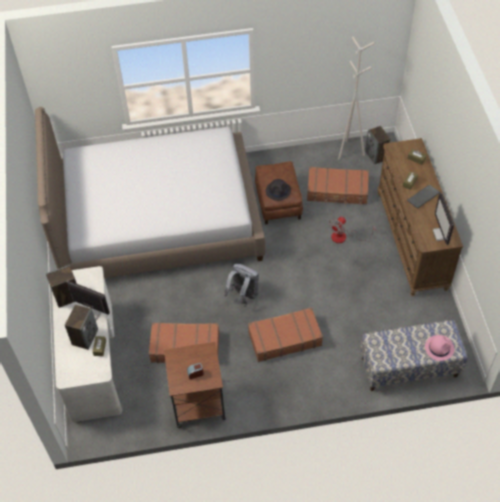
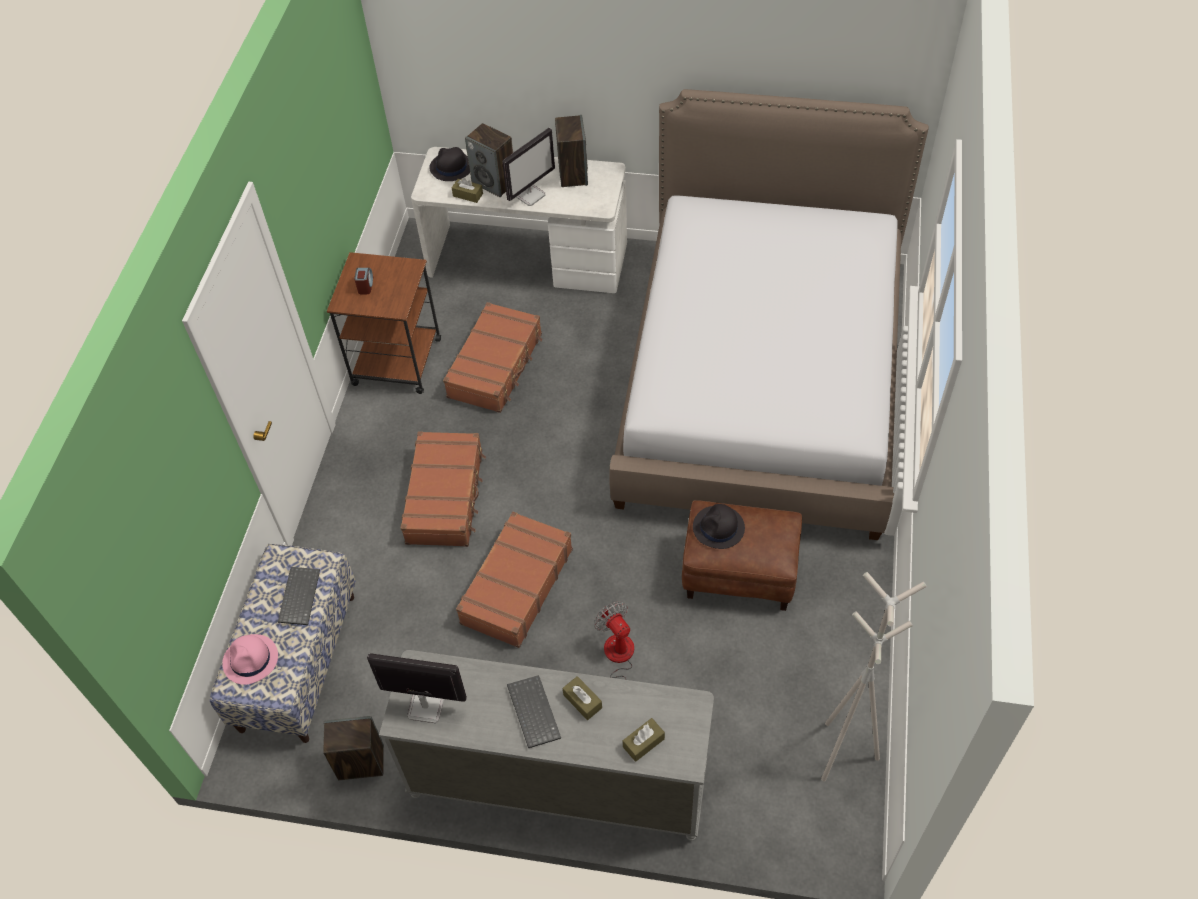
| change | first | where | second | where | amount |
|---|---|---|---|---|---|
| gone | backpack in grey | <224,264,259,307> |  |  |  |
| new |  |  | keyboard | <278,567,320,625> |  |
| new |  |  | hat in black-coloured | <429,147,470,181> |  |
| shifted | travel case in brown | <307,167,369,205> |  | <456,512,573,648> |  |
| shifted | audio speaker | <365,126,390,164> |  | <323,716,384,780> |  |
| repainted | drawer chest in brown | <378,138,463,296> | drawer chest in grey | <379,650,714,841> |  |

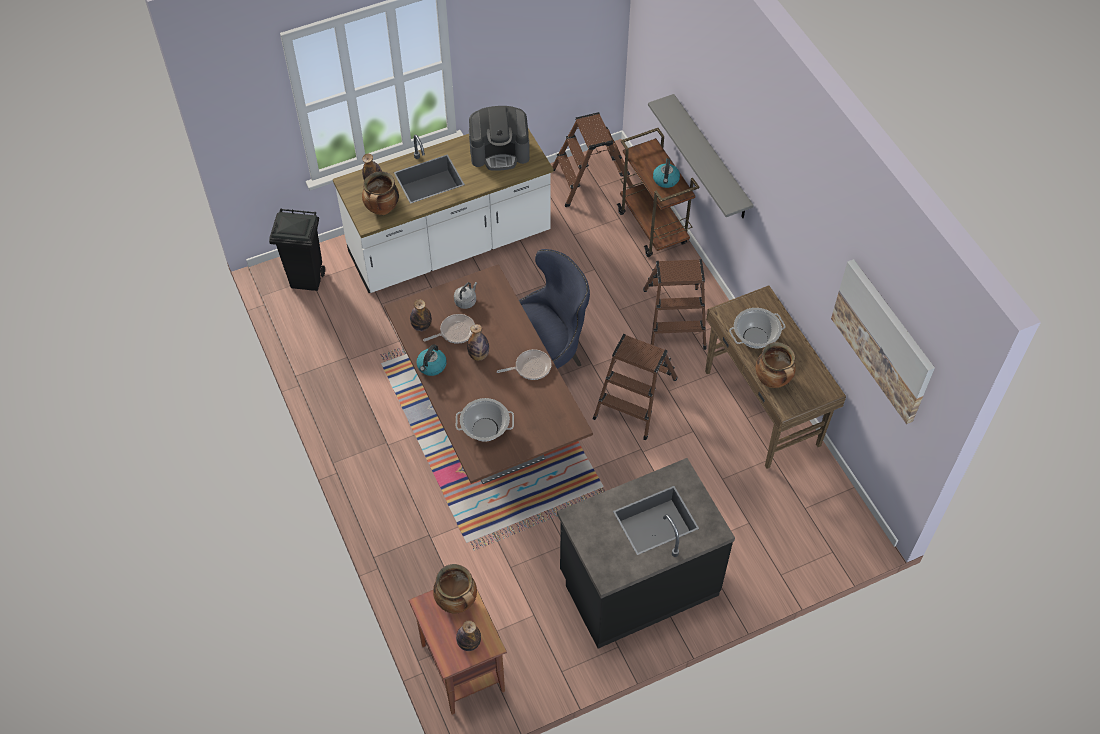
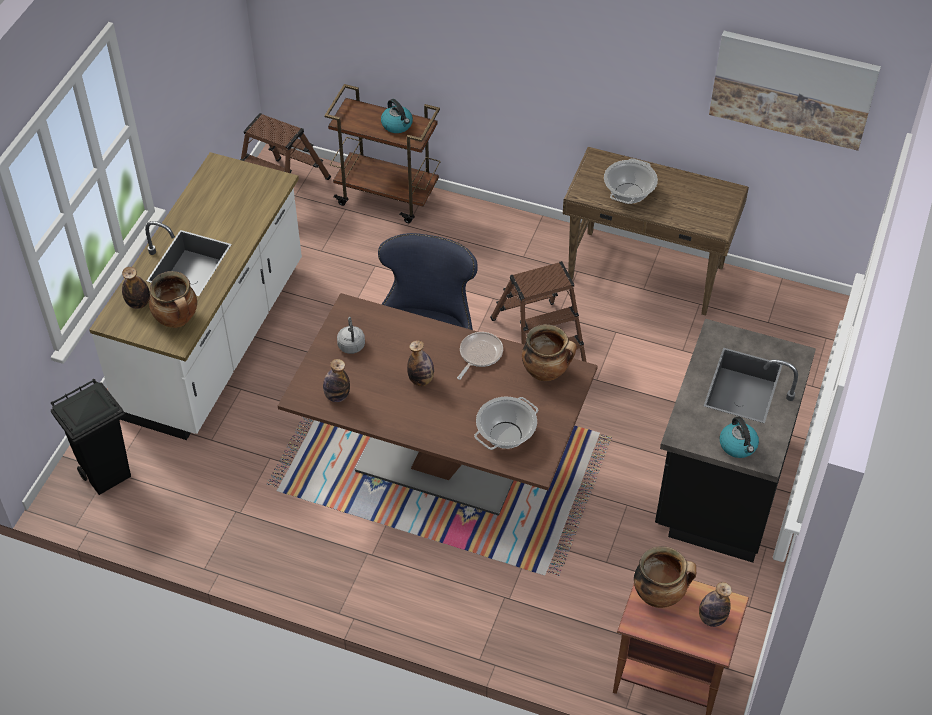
| change | first | where | second | where | amount |
|---|---|---|---|---|---|
| gone | skillet | <423,314,475,344> |  |  |  |
| gone | coffee machine | <469,106,530,171> |  |  |  |
| gone | step ladder in brown | <643,259,706,350> |  |  |  |
| gone | bracket shelf in grey | <648,94,754,218> |  |  |  |
| shifted | kettle | <416,344,447,376> |  | <720,416,759,458> |  |
| shifted | stockpot | <755,342,796,388> |  | <522,324,577,381> |  |

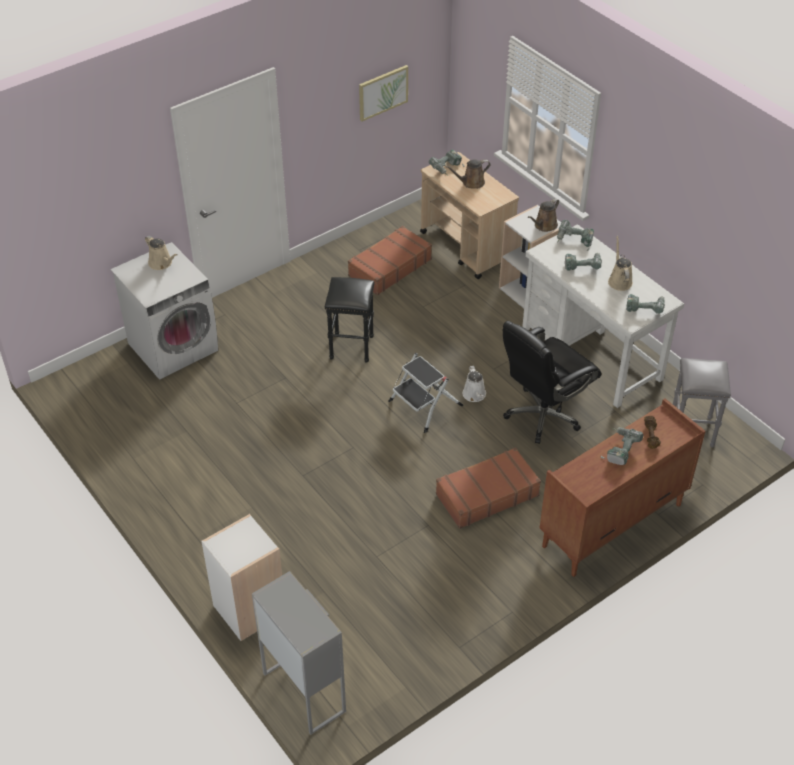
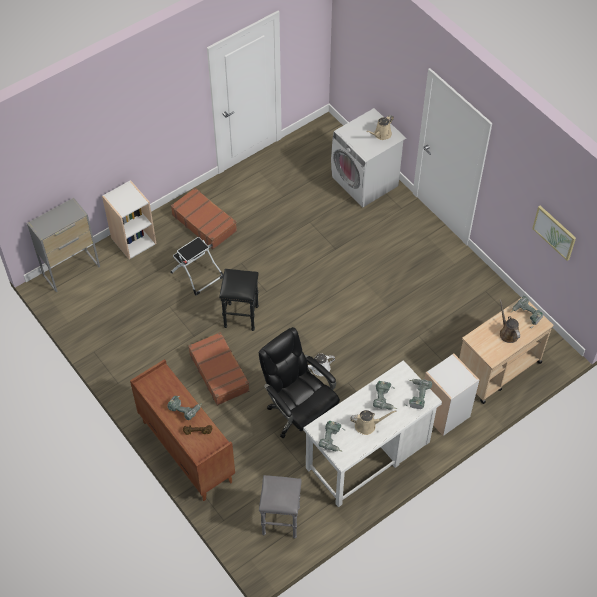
| change | first | where | second | where | amount |
|---|---|---|---|---|---|
| gone | sprinkling can in brown | <528,198,559,232> |  |  |  |
| shifted | stool in black-coloured | <325,277,375,363> |  | <219,269,259,331> |  |
| shifted | travel case in brown | <348,226,432,295> |  | <171,188,237,249> |  |
| shifted | step ladder | <388,353,463,433> |  | <170,237,224,296> |  |

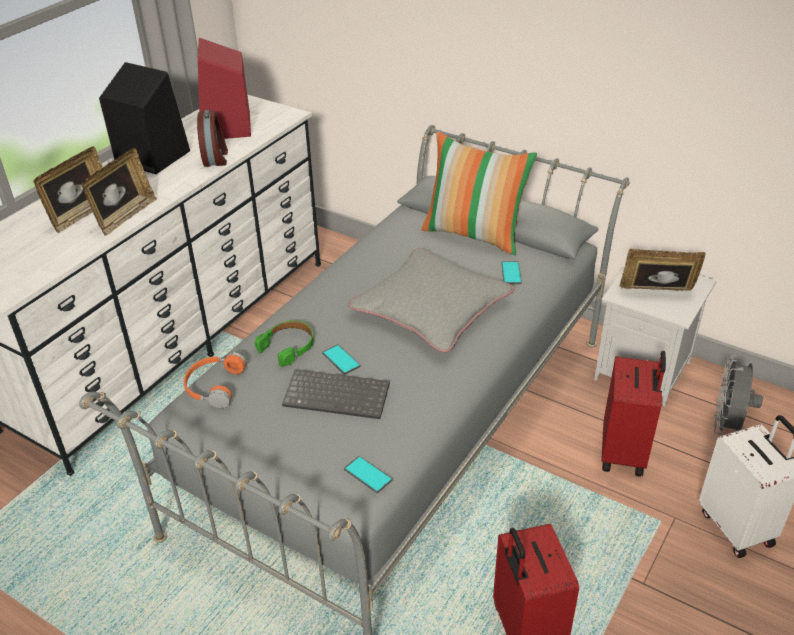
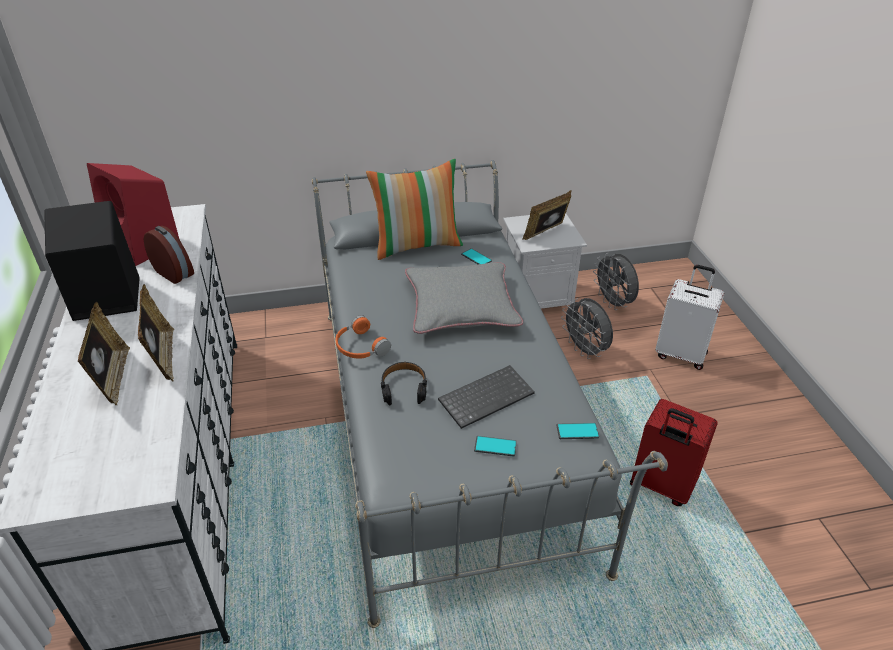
| change | first | where | second | where | amount |
|---|---|---|---|---|---|
| shifted | pair of headphones in orange-coloured | <184,352,247,408> |  | <335,315,391,358> |  |
| shifted | telephone | <322,344,360,375> |  | <474,436,517,457> |  |
| swapped | travel case in red | <601,351,666,477> | cooling fan in grey | <561,298,613,359> |  |
| repainted | pair of headphones in green-coloured | <255,321,314,367> | pair of headphones in black-coloured | <381,362,427,405> |  |

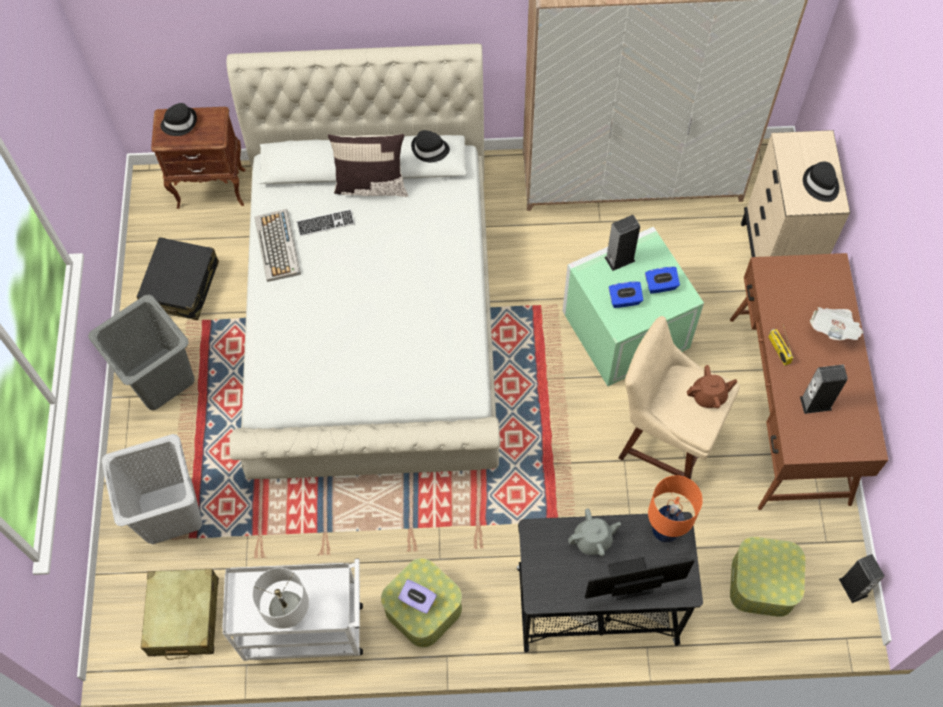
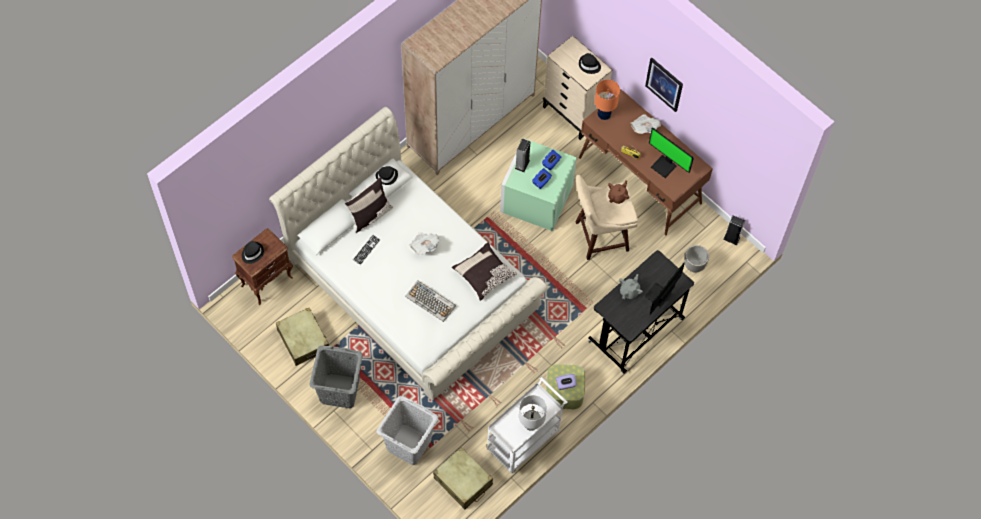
| change | first | where | second | where | amount |
|---|---|---|---|---|---|
| new |  |  | daily paper | <409,232,440,255> |  |
| new |  |  | cushion | <452,242,517,301> |  |
| new |  |  | picture | <645,58,683,112> |  |
| shifted | keyboard | <255,209,301,282> |  | <405,280,456,322> |  |
| shifted | lamp for a table in orange-coloured | <648,475,703,542> |  | <595,79,620,120> |  |
| swapped | storage container | <730,537,806,617> | flower pot | <684,245,709,273> |  |
| swapped | audio speaker | <800,364,848,414> | computer display | <649,128,694,178> |  |
| repainted | travel case in black-coloured | <137,237,219,320> | travel case in beige-coloured | <276,308,329,366> |  |

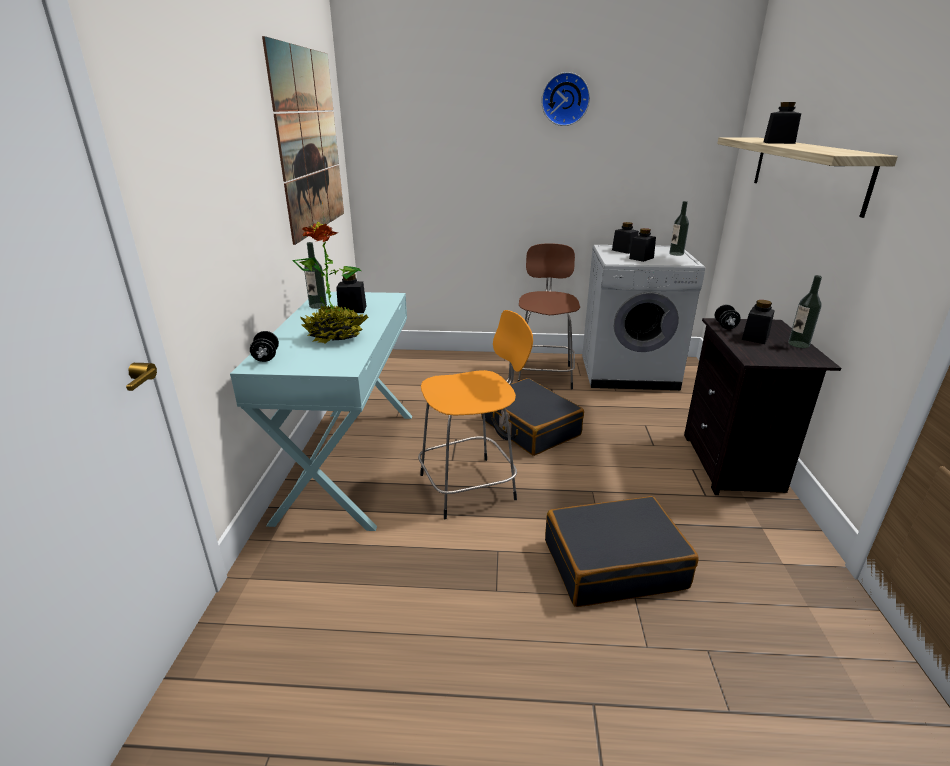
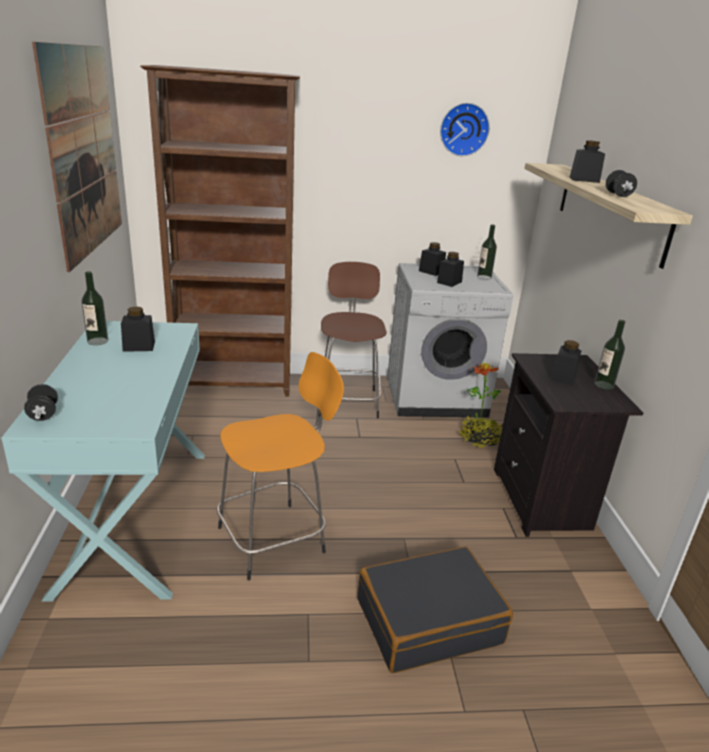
| change | first | where | second | where | amount |
|---|---|---|---|---|---|
| gone | travel case in black-coloured | <481,378,584,456> |  |  |  |
| new |  |  | bookshelf in brown | <140,65,300,397> |  |
| shifted | houseplant | <292,222,368,344> |  | <459,362,503,449> |  |
| shifted | clock on the wall | <542,72,590,126> |  | <440,103,490,156> |  |
| shifted | dumbbell in black-coloured | <715,305,741,329> |  | <606,170,637,197> |  |

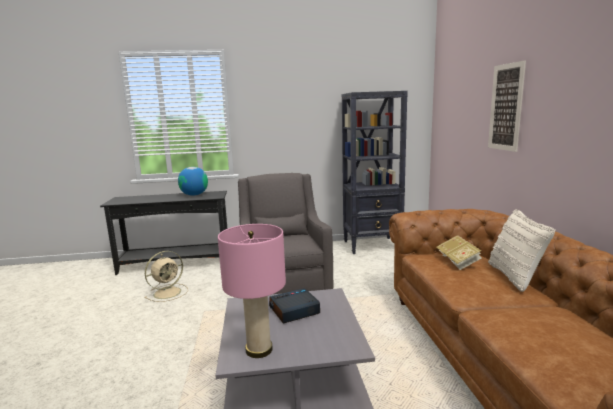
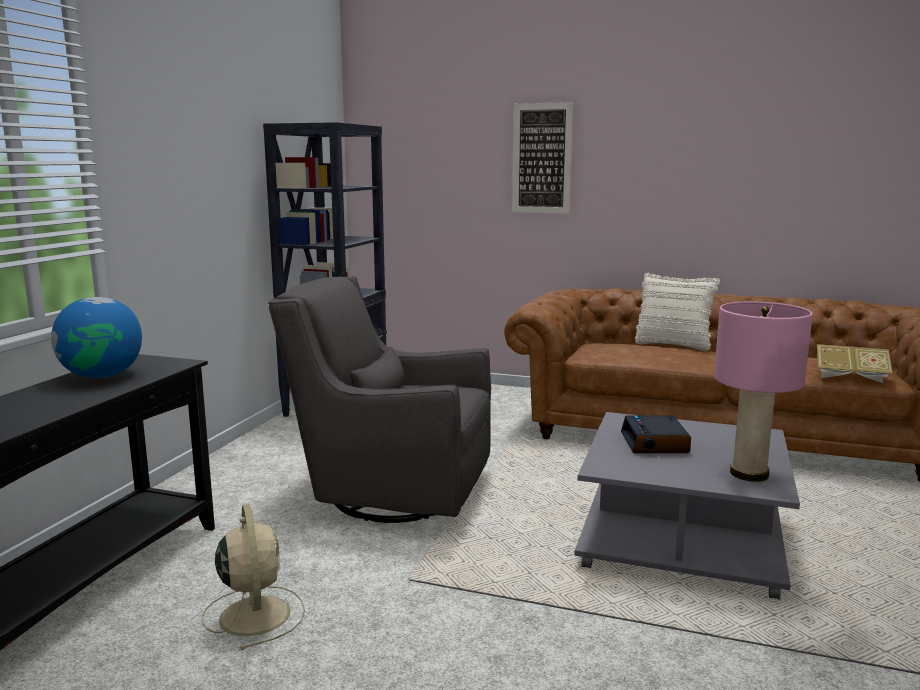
| change | first | where | second | where | amount |
|---|---|---|---|---|---|
| shifted | book | <436,235,482,270> |  | <817,344,893,383> |  |

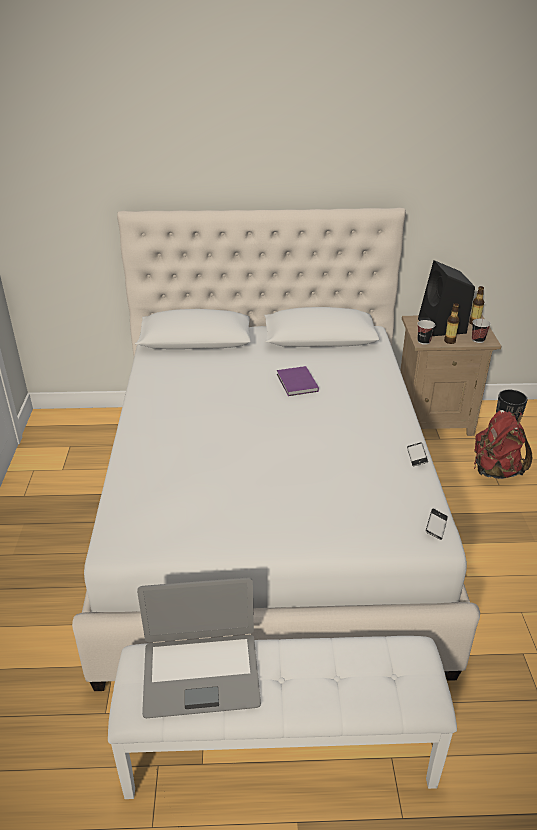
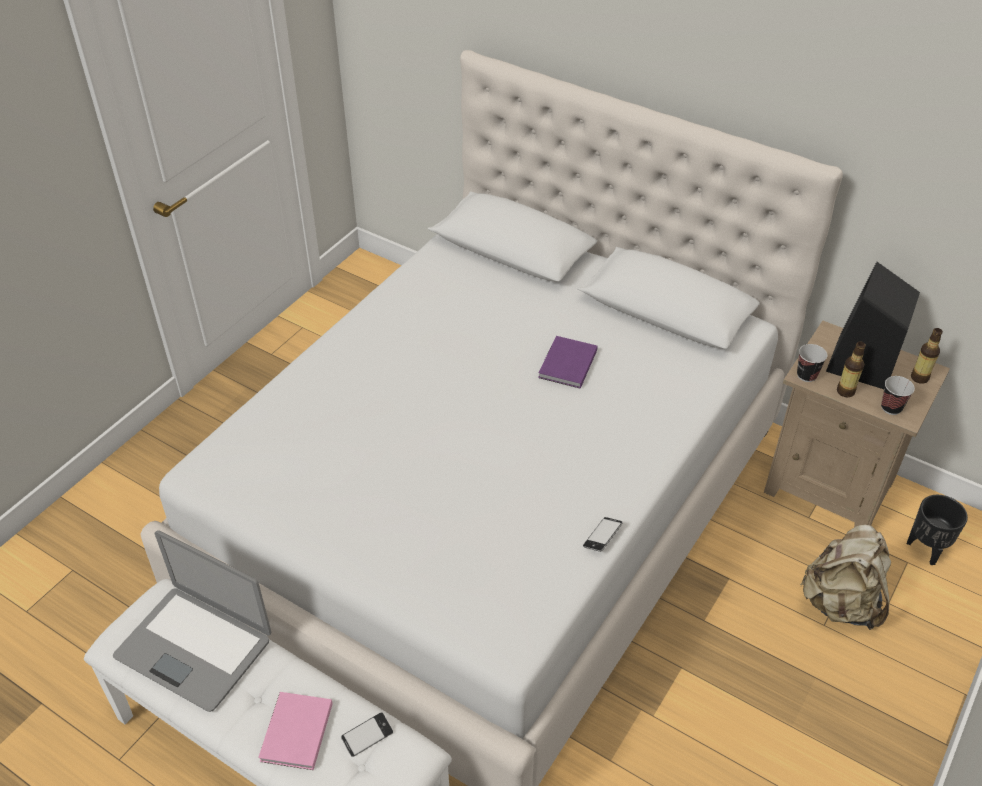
| change | first | where | second | where | amount |
|---|---|---|---|---|---|
| new |  |  | book in pink | <258,692,333,770> |  |
| shifted | telephone | <426,509,448,540> |  | <341,712,393,757> |  |
| repainted | backpack in red | <474,410,532,479> | backpack in beige-coloured | <800,525,891,630> |  |

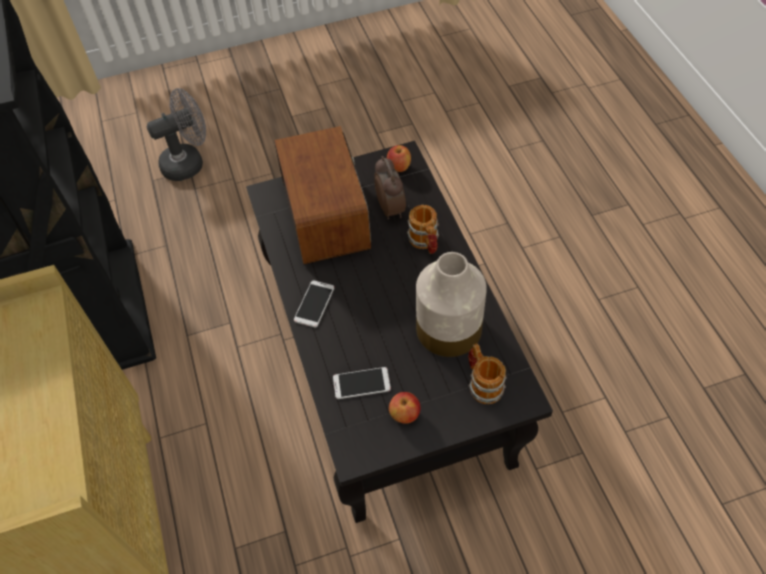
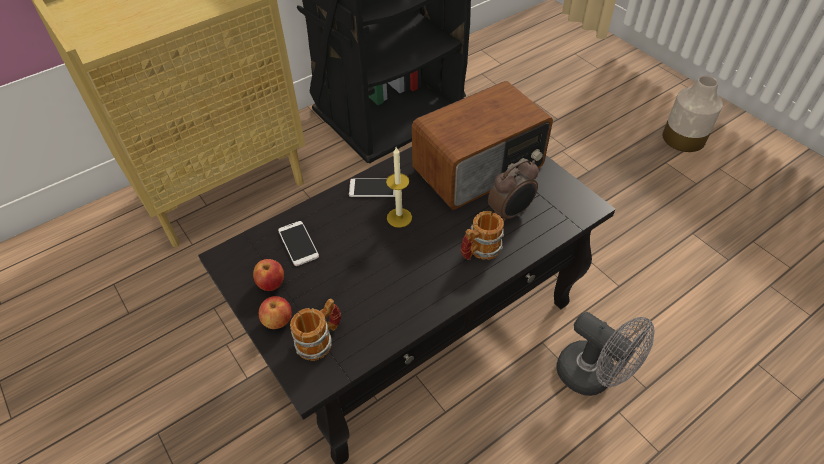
| change | first | where | second | where | amount |
|---|---|---|---|---|---|
| new |  |  | wax candle | <386,147,412,228> |  |
| shifted | cooling fan in grey | <146,88,206,181> |  | <556,312,655,396> |  |
| shifted | apple | <387,145,411,172> |  | <259,296,292,329> |  |
| shifted | decorative vase in beige-coloured | <416,252,487,357> |  | <662,76,723,152> |  |

